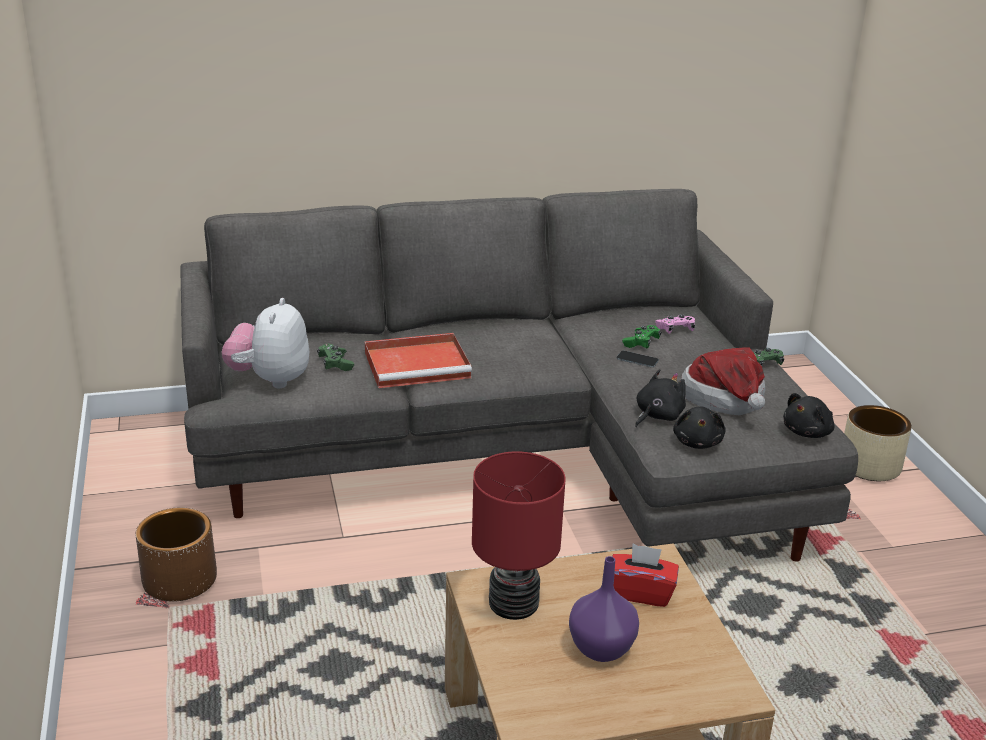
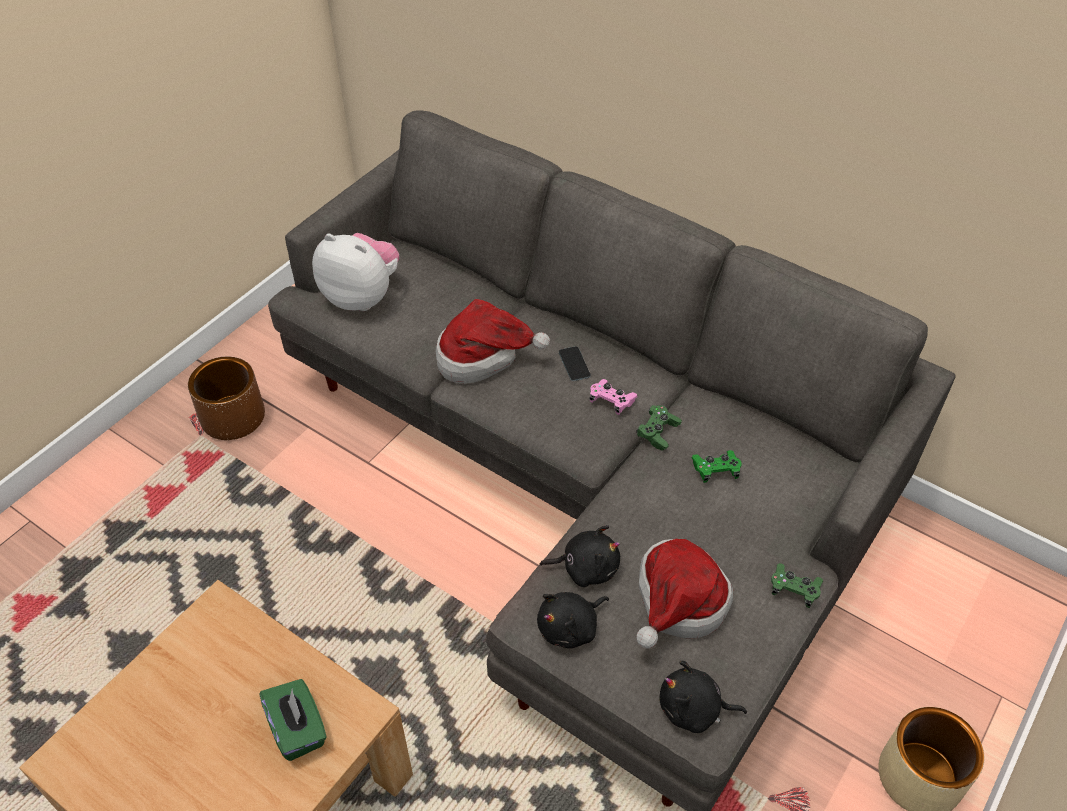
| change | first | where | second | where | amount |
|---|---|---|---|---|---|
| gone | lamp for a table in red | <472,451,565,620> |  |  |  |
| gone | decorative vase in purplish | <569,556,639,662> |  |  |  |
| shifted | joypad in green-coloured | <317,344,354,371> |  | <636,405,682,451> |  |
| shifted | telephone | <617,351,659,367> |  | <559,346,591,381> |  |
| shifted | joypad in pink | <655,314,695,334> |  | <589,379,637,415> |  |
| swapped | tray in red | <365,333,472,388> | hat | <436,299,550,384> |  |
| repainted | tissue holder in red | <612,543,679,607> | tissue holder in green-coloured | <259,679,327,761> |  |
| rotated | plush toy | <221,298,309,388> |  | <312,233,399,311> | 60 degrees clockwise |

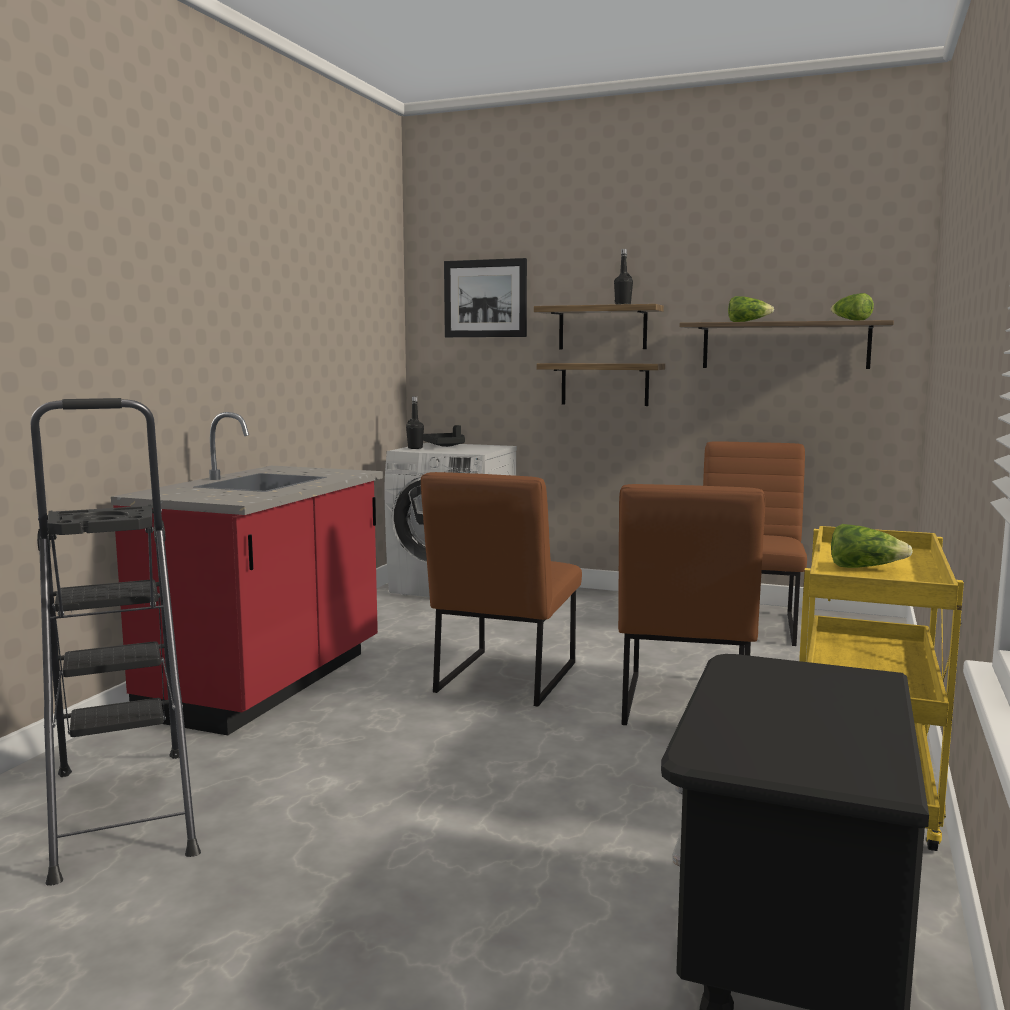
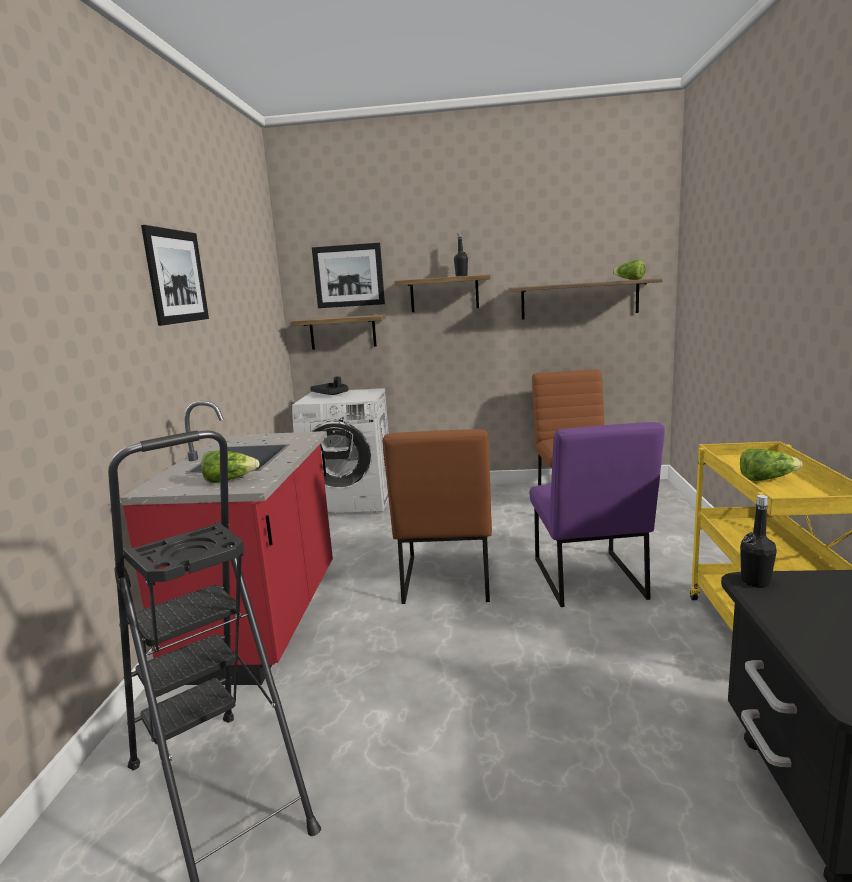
| change | first | where | second | where | amount |
|---|---|---|---|---|---|
| new |  |  | picture | <141,225,209,326> |  |
| shifted | bottle in black-coloured | <406,396,424,449> |  | <740,495,777,588> |  |
| shifted | bracket shelf | <536,363,665,406> |  | <290,314,386,350> |  |
| shifted | lettuce head | <728,296,774,322> |  | <201,451,260,483> |  |
| repainted | upright chair in brown | <618,484,765,725> | upright chair in purplish | <530,422,665,607> |  |

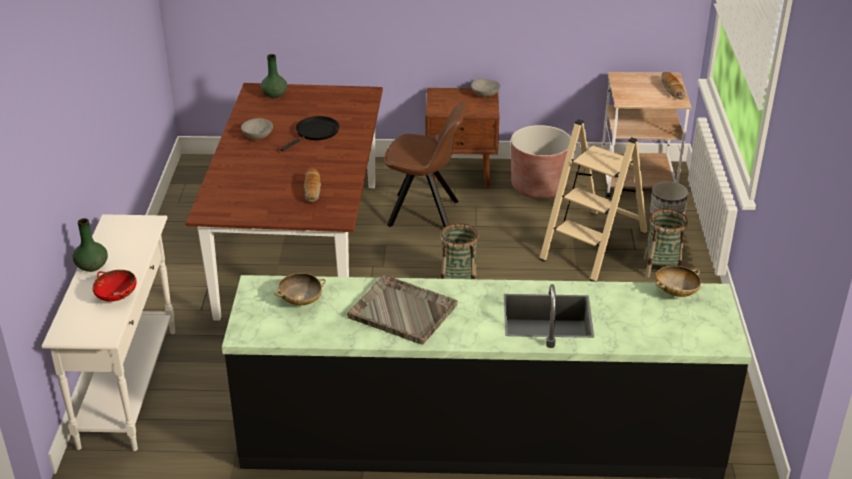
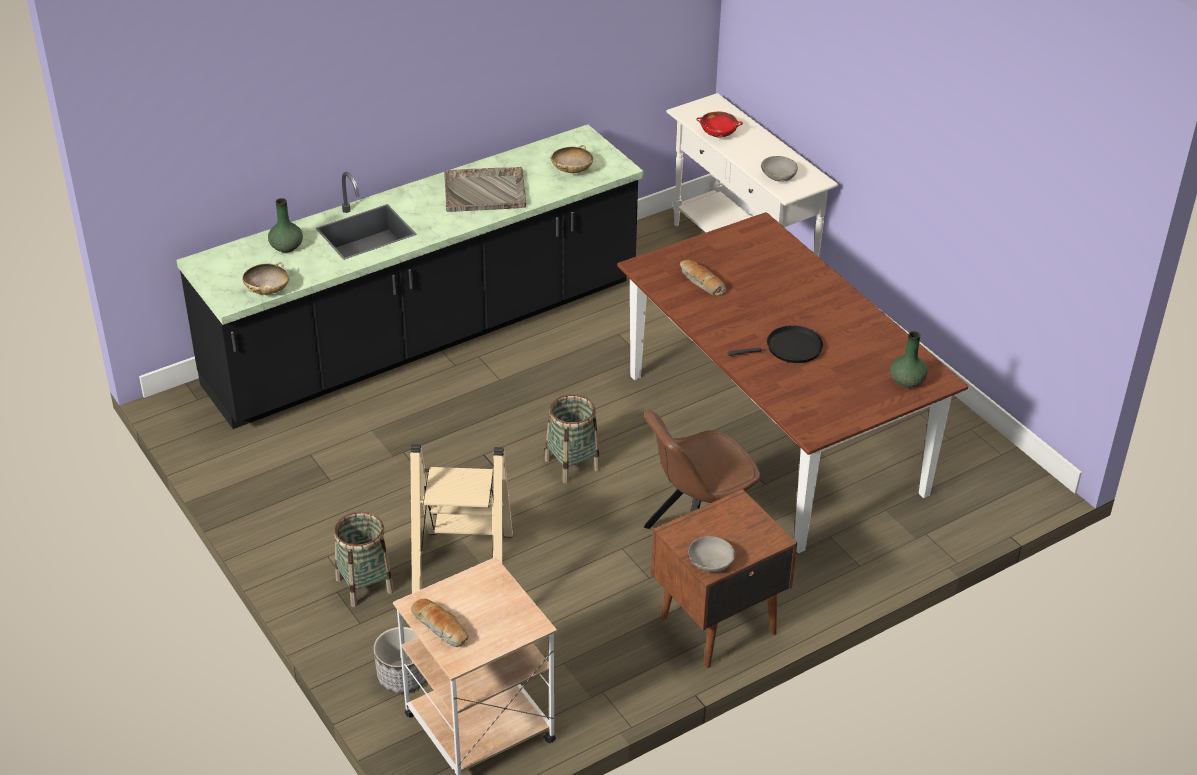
| change | first | where | second | where | amount |
|---|---|---|---|---|---|
| gone | flower pot in brown | <511,125,571,199> |  |  |  |
| shifted | decorative vase in green-coloured | <73,218,108,272> |  | <268,198,303,253> |  |
| shifted | deep dish in grey | <241,118,273,139> |  | <761,156,798,182> |  |
| rotated | skillet in black-coloured | <280,116,339,151> |  | <728,325,823,363> | 105 degrees counterclockwise |

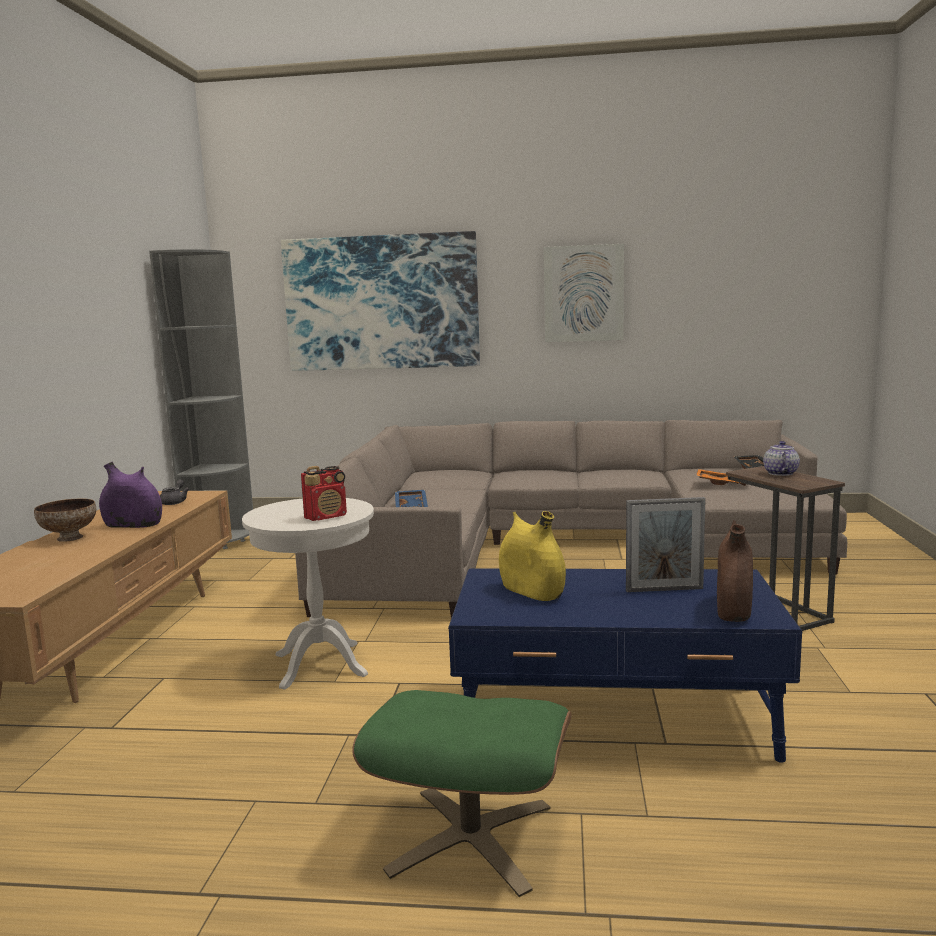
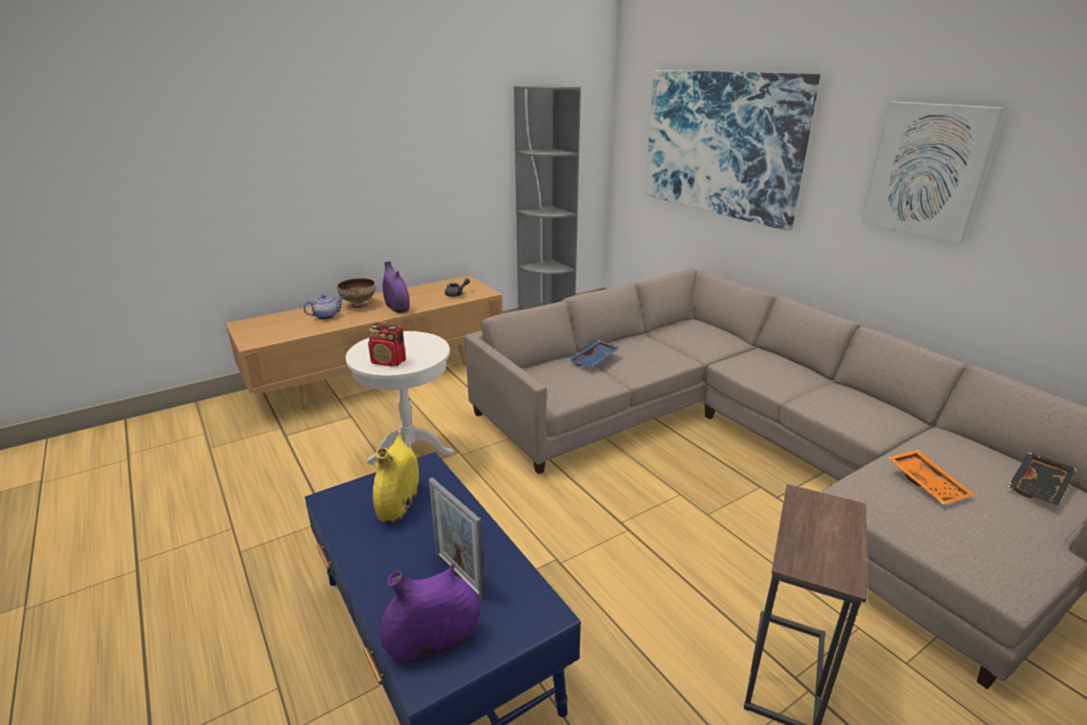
| change | first | where | second | where | amount |
|---|---|---|---|---|---|
| gone | ottoman in green-coloured | <352,690,572,897> |  |  |  |
| shifted | tea pot | <763,441,800,476> |  | <304,295,344,320> |  |
| repainted | decorative vase in brown | <717,520,753,622> | decorative vase in purplish | <379,563,480,663> |  |

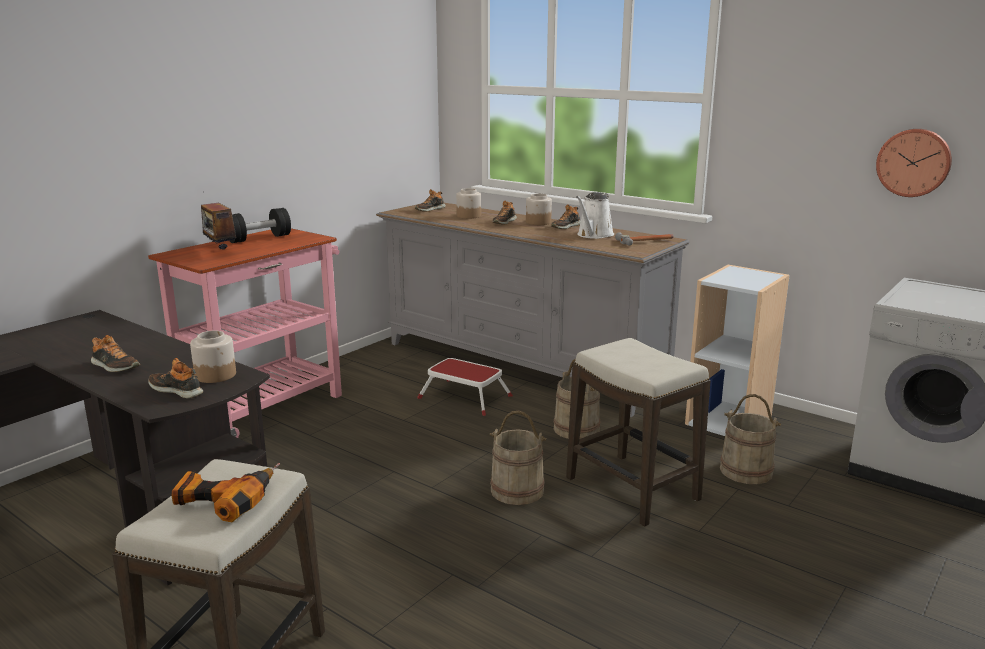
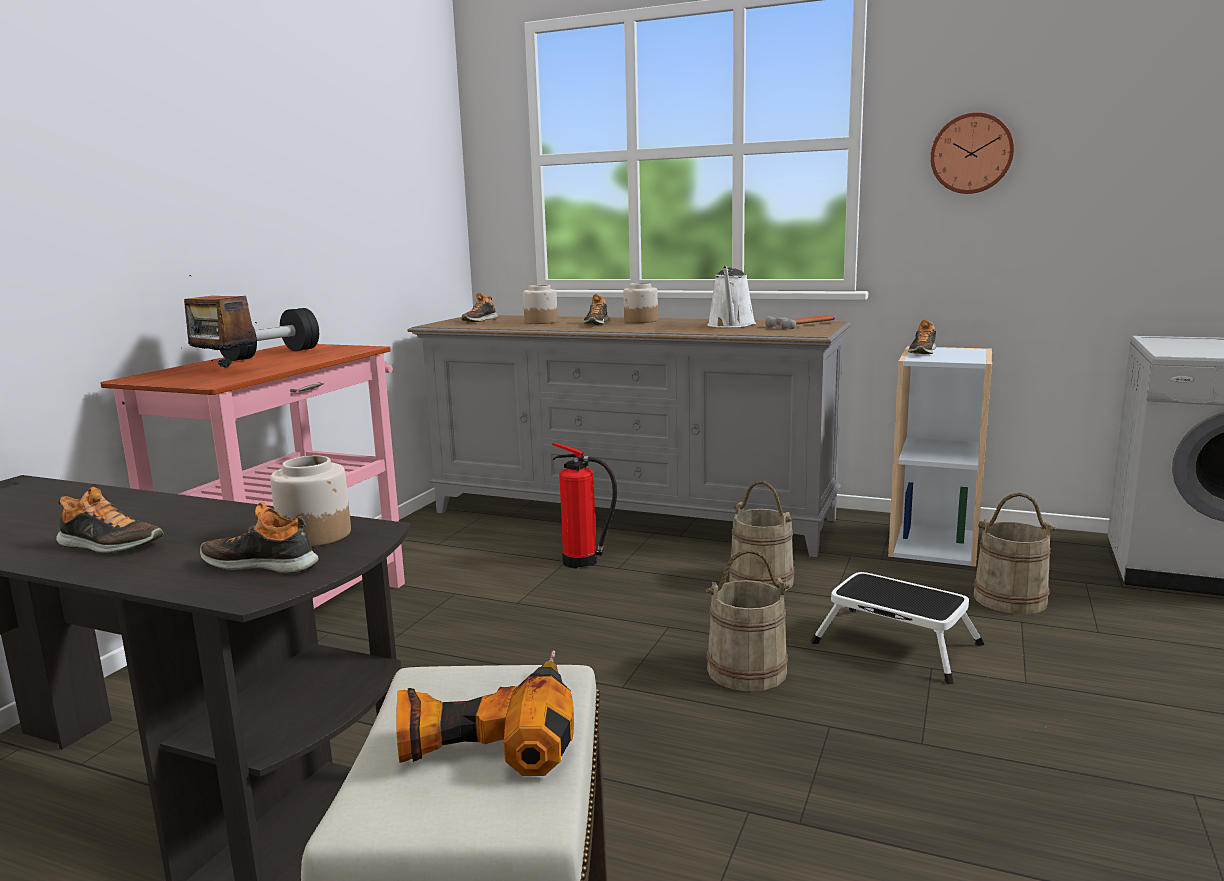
| change | first | where | second | where | amount |
|---|---|---|---|---|---|
| shifted | item of footwear | <551,205,581,229> |  | <908,319,936,354> |  |
| shifted | clock on the wall | <876,129,952,197> |  | <930,112,1014,194> |  |
| swapped | step ladder in red | <417,358,513,416> | extinguisher | <552,442,617,568> |  |
| swapped | stool | <566,338,711,527> | step ladder in black-coloured | <811,572,984,684> |  |

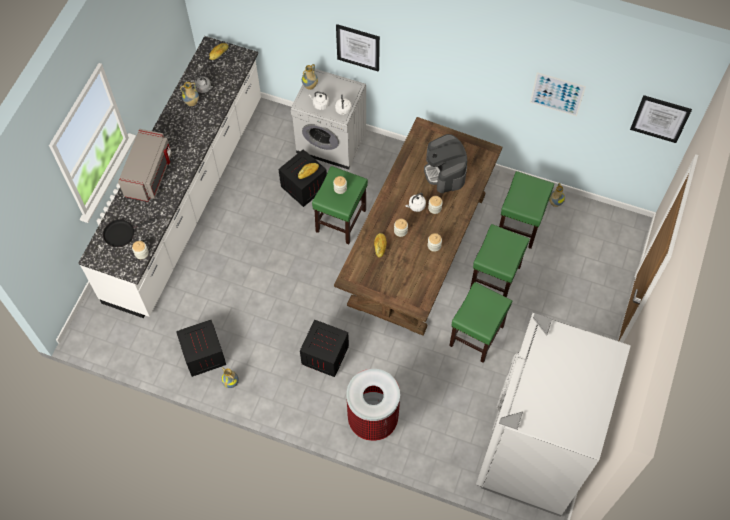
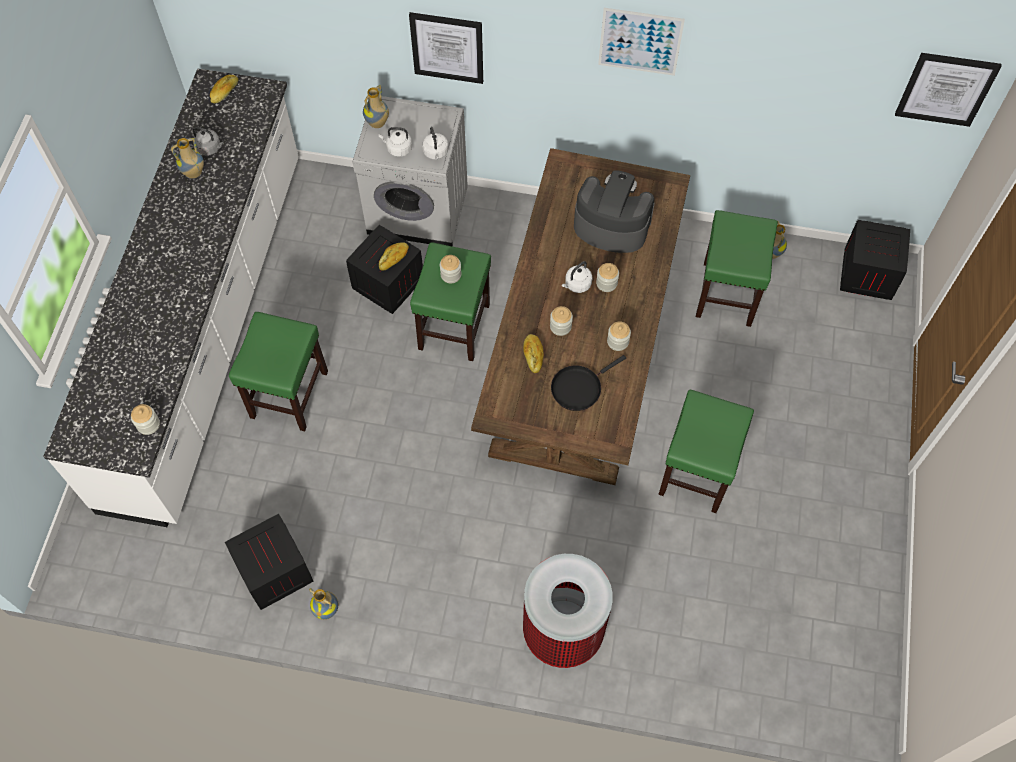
| change | first | where | second | where | amount |
|---|---|---|---|---|---|
| gone | microwave in grey | <118,129,172,202> |  |  |  |
| gone | kitchen fridge in whitish | <476,313,631,517> |  |  |  |
| shifted | skillet in black-coloured | <103,218,155,247> |  | <551,355,626,411> |  |
| shifted | packing crate | <300,320,349,377> |  | <840,220,910,300> |  |
| shifted | stool in green-coloured | <470,224,530,297> |  | <229,312,328,431> |  |
| shifted | picture | <530,72,586,116> |  | <598,8,685,76> |  |
| rotated | coffee machine | <424,134,467,193> |  | <574,170,654,253> | 135 degrees clockwise |

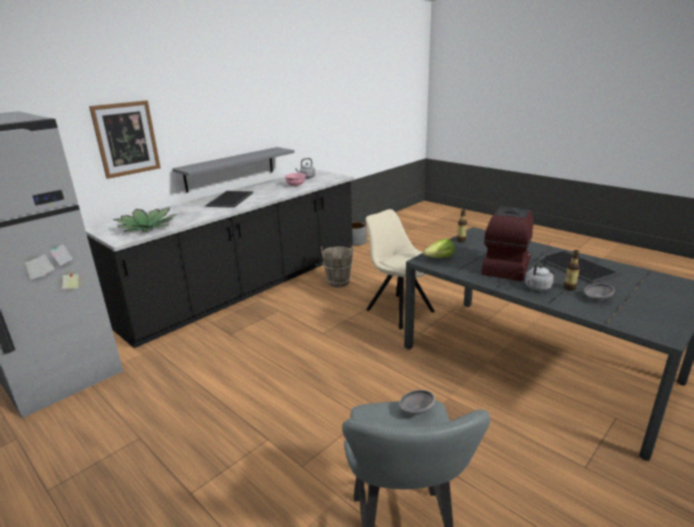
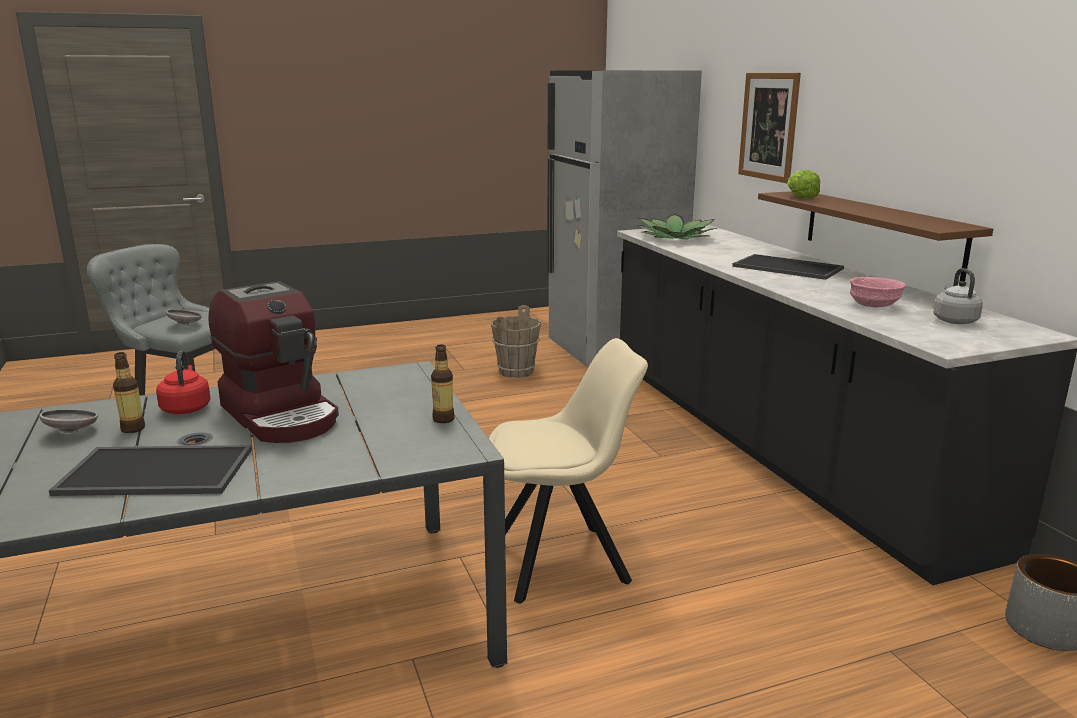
| change | first | where | second | where | amount |
|---|---|---|---|---|---|
| shifted | bucket in brown | <321,245,353,288> |  | <491,305,541,378> |  |
| shifted | lettuce head | <423,239,455,258> |  | <787,170,820,199> |  |
| repainted | bracket shelf in grey | <172,147,295,193> | bracket shelf in brown | <758,191,993,282> |  |
| repainted | kettle in grey | <525,257,554,291> | kettle in red | <156,350,211,414> |  |

